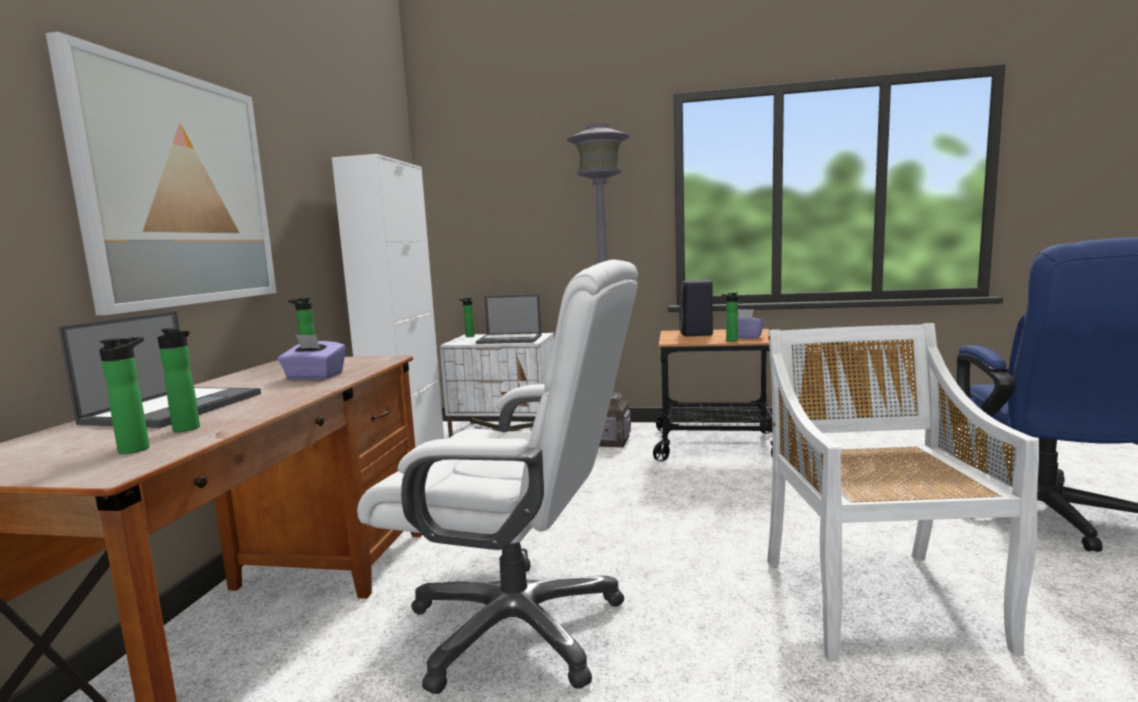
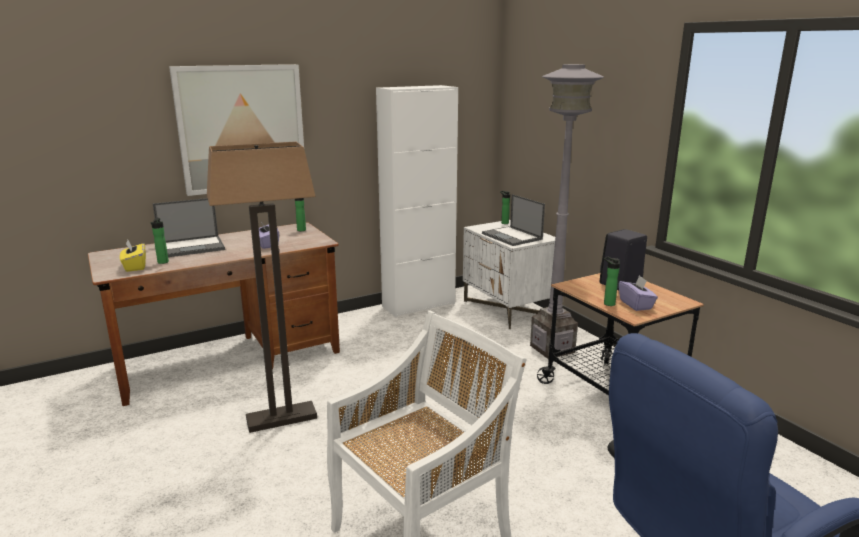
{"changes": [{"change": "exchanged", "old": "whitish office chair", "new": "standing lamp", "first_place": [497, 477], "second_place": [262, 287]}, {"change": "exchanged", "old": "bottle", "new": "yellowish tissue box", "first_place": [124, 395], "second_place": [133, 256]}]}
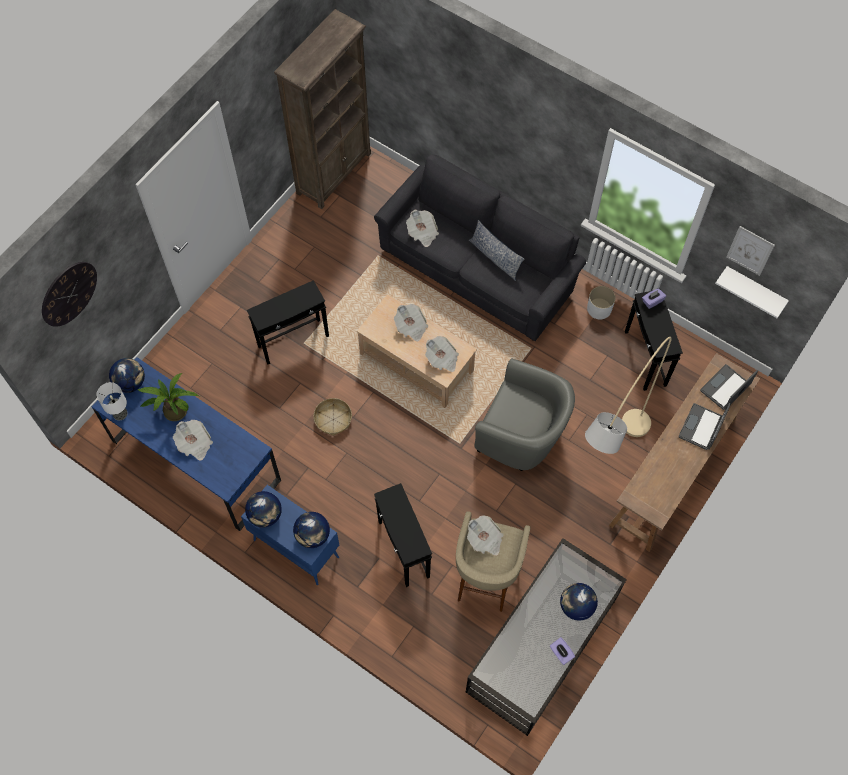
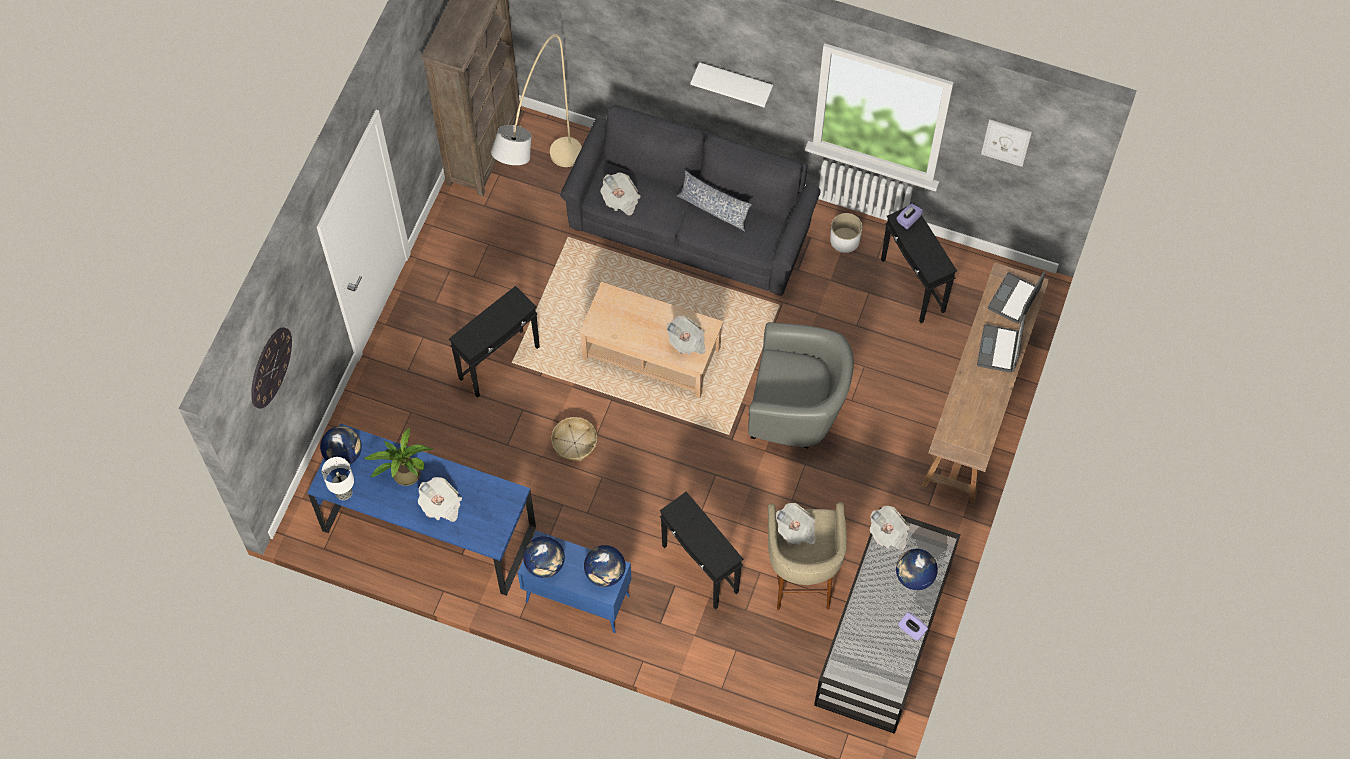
{"changes": [{"change": "relocated", "old": "whitish shelf", "first_place": [752, 292], "second_place": [731, 84]}, {"change": "relocated", "old": "printed paper", "first_place": [411, 323], "second_place": [890, 528]}, {"change": "relocated", "old": "sand-coloured standing lamp", "first_place": [628, 395], "second_place": [536, 100]}]}
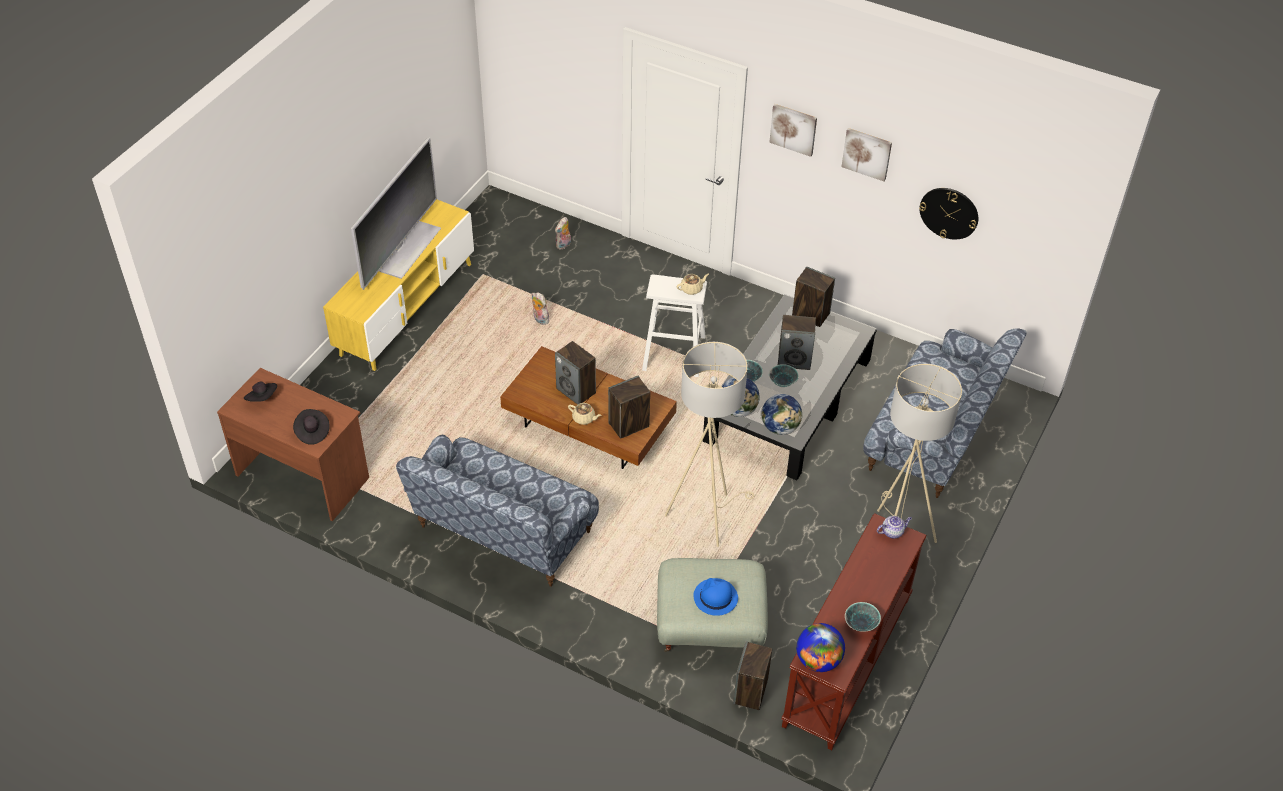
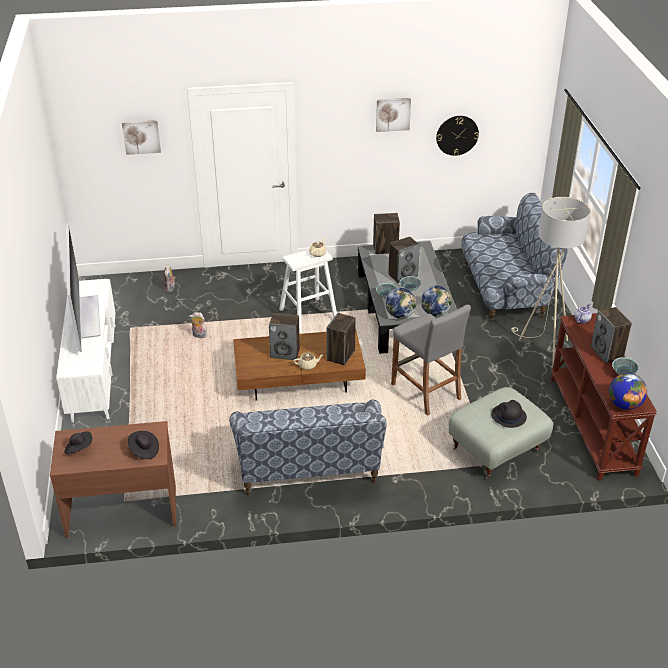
{"changes": [{"change": "relocated", "old": "picture", "first_place": [793, 130], "second_place": [141, 137]}, {"change": "colour", "old": "yellowish tv stand", "new": "whitish tv stand", "first_place": [398, 285], "second_place": [86, 350]}, {"change": "exchanged", "old": "sand-coloured standing lamp", "new": "gray stool seat", "first_place": [709, 444], "second_place": [431, 360]}, {"change": "colour", "old": "bluish clothing hat", "new": "black-coloured clothing hat", "first_place": [715, 597], "second_place": [509, 414]}, {"change": "relocated", "old": "loudspeaker", "first_place": [752, 675], "second_place": [611, 335]}]}
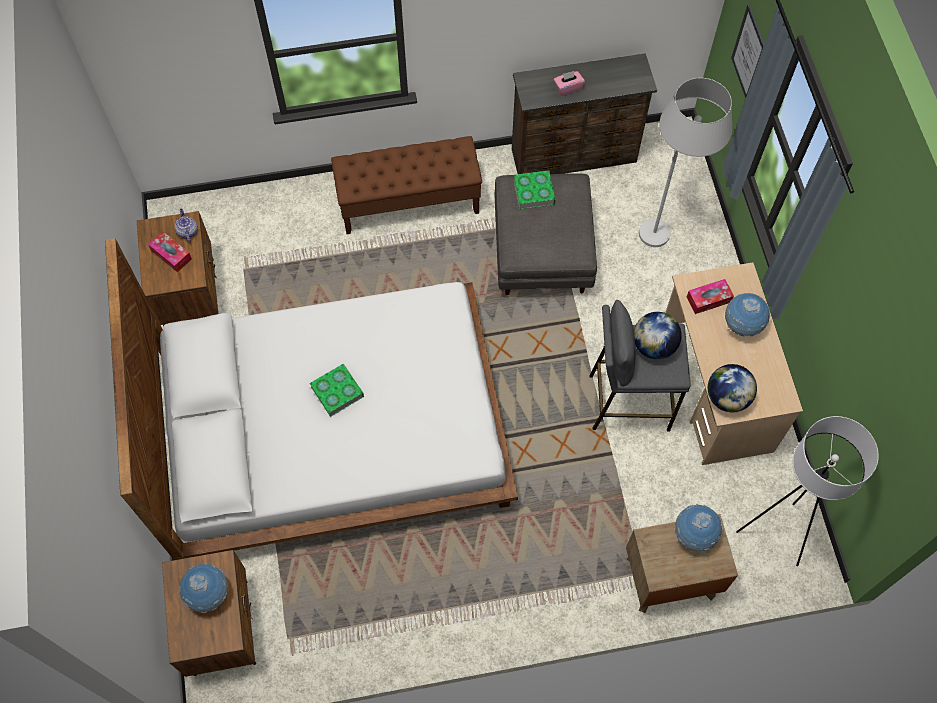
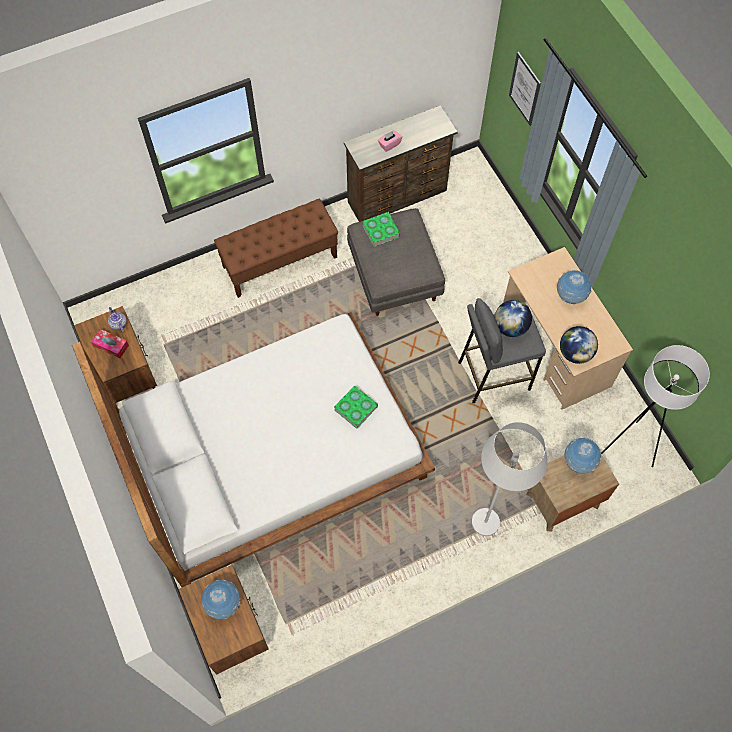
{"changes": [{"change": "relocated", "old": "whitish standing lamp", "first_place": [685, 162], "second_place": [510, 479]}, {"change": "missing", "old": "tissue box", "first_place": [710, 296]}, {"change": "relocated", "old": "bound book", "first_place": [337, 390], "second_place": [356, 407]}]}
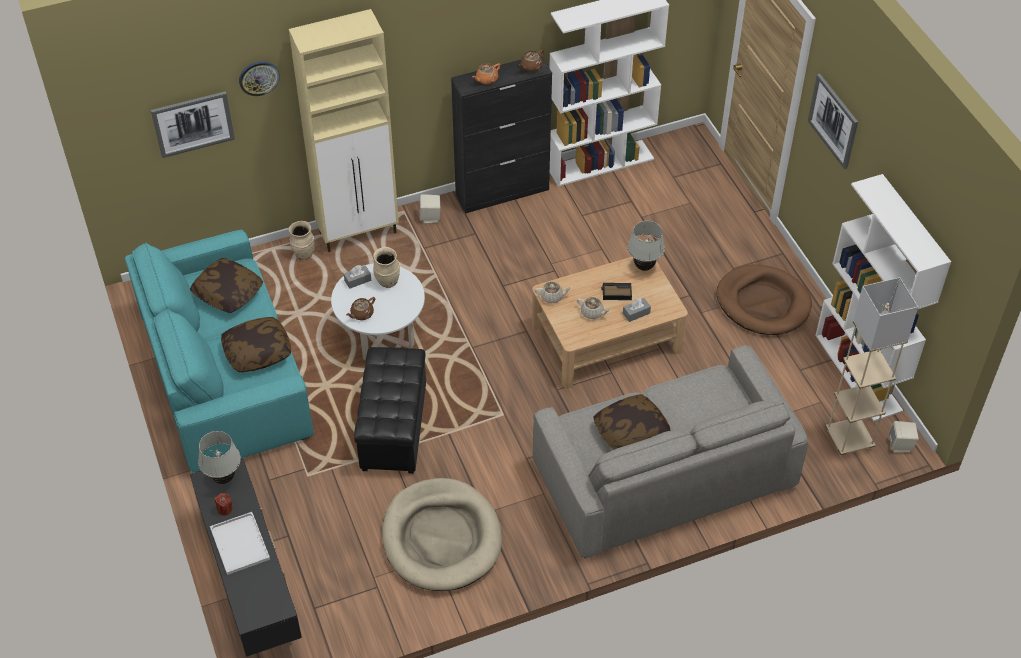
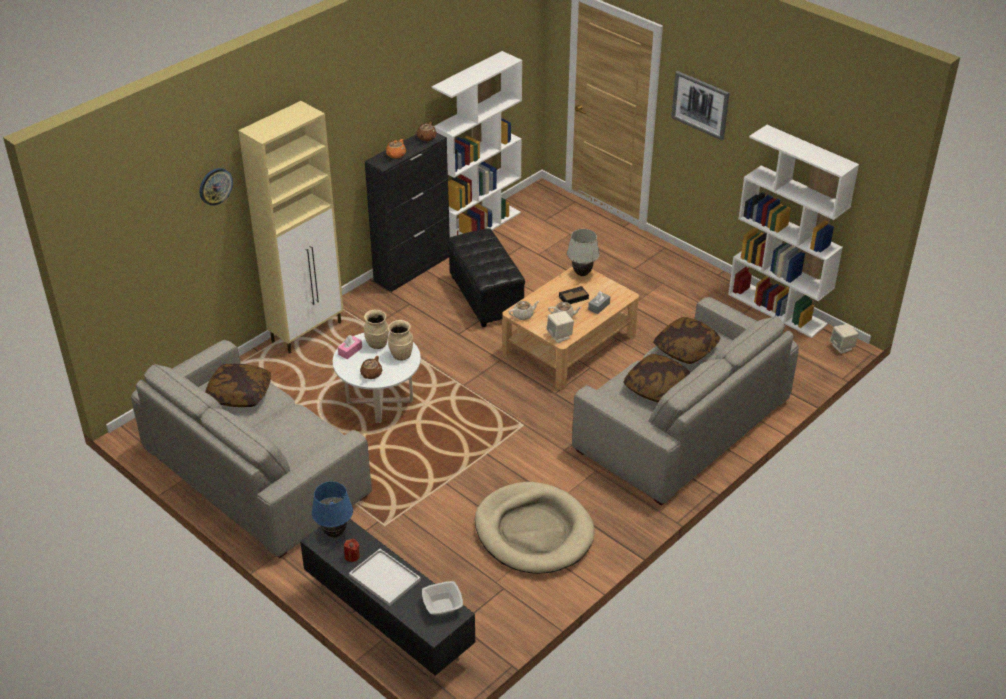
{"changes": [{"change": "missing", "old": "picture", "first_place": [193, 124]}, {"change": "relocated", "old": "sand-coloured loudspeaker", "first_place": [429, 208], "second_place": [560, 327]}, {"change": "relocated", "old": "sand-coloured flower vase", "first_place": [302, 240], "second_place": [400, 340]}, {"change": "colour", "old": "turquoise couch", "new": "gray couch", "first_place": [219, 351], "second_place": [251, 449]}, {"change": "colour", "old": "gray tissue box", "new": "pink-coloured tissue box", "first_place": [357, 277], "second_place": [350, 347]}, {"change": "missing", "old": "brown-coloured pet bed", "first_place": [764, 300]}, {"change": "missing", "old": "sand-coloured standing lamp", "first_place": [871, 367]}, {"change": "relocated", "old": "throw pillow", "first_place": [256, 344], "second_place": [686, 340]}, {"change": "relocated", "old": "black-coloured footrest", "first_place": [390, 410], "second_place": [486, 278]}, {"change": "colour", "old": "whitish tabletop lamp", "new": "bluish tabletop lamp", "first_place": [219, 457], "second_place": [332, 509]}, {"change": "appeared", "new": "bowl", "second_place": [442, 598]}]}
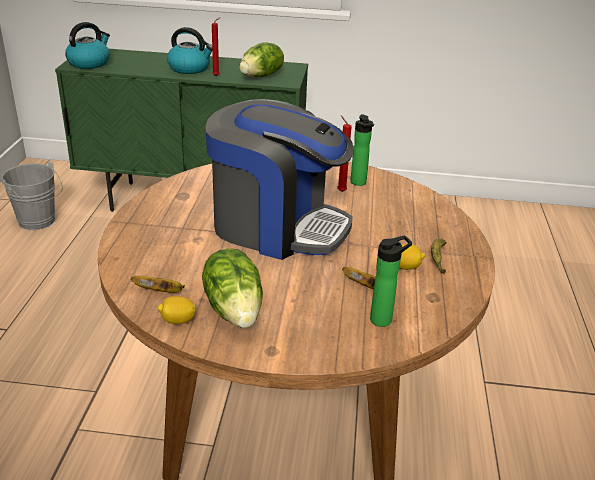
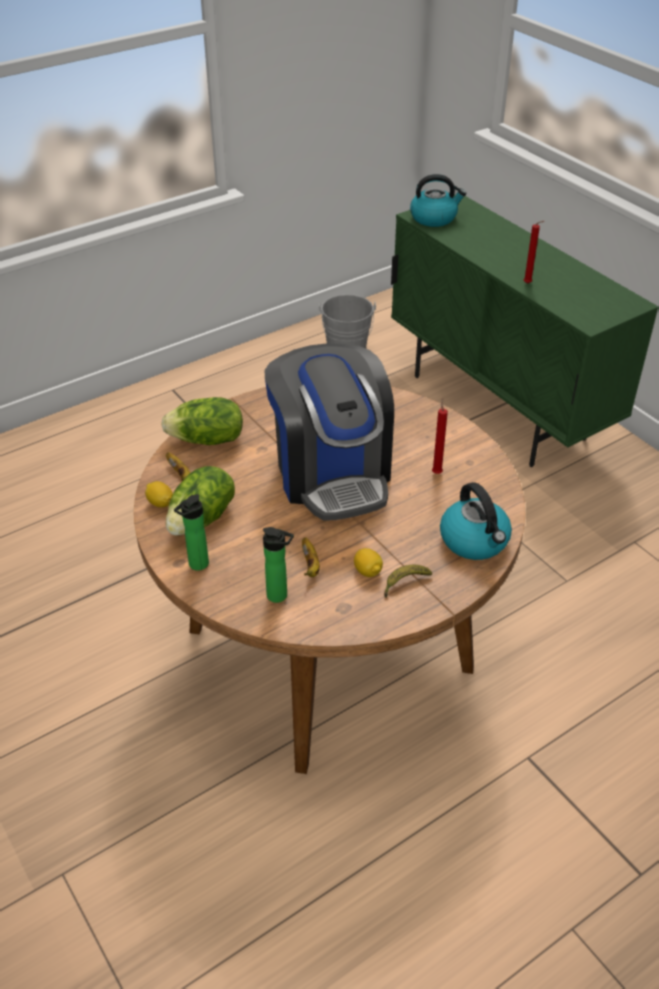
{"changes": [{"change": "relocated", "old": "water kettle", "first_place": [189, 50], "second_place": [476, 521]}, {"change": "relocated", "old": "lettuce", "first_place": [262, 59], "second_place": [202, 421]}, {"change": "relocated", "old": "bottle", "first_place": [362, 150], "second_place": [191, 532]}]}
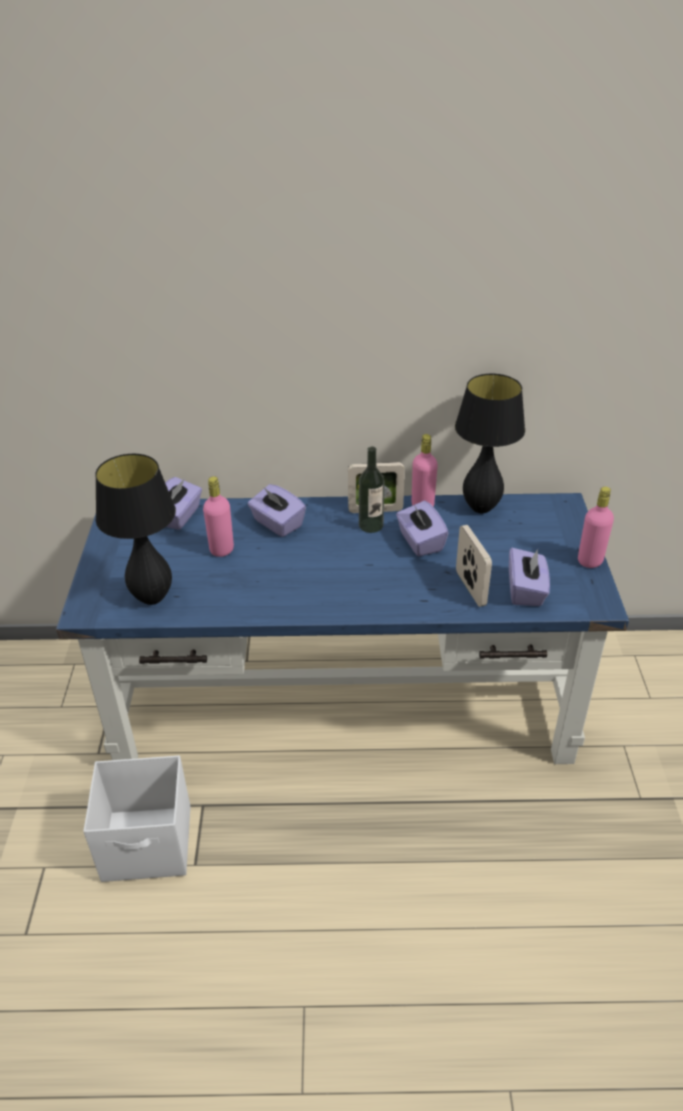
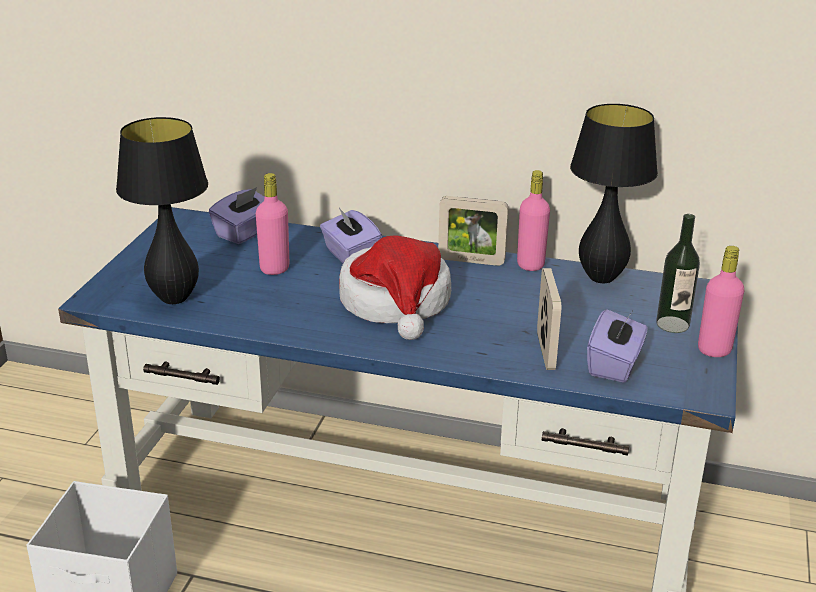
{"changes": [{"change": "relocated", "old": "bottle", "first_place": [372, 490], "second_place": [678, 273]}, {"change": "missing", "old": "purple-coloured tissue box", "first_place": [422, 529]}, {"change": "appeared", "new": "clothing hat", "second_place": [395, 288]}]}
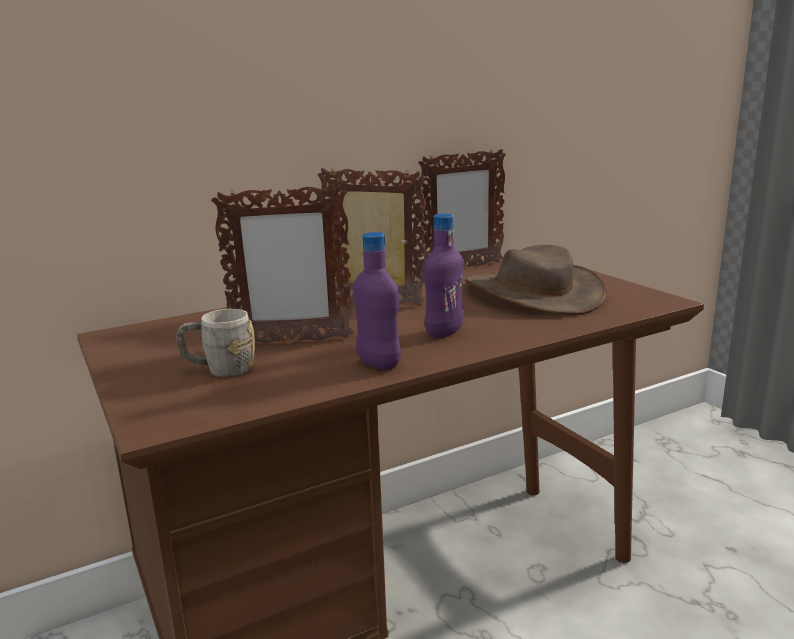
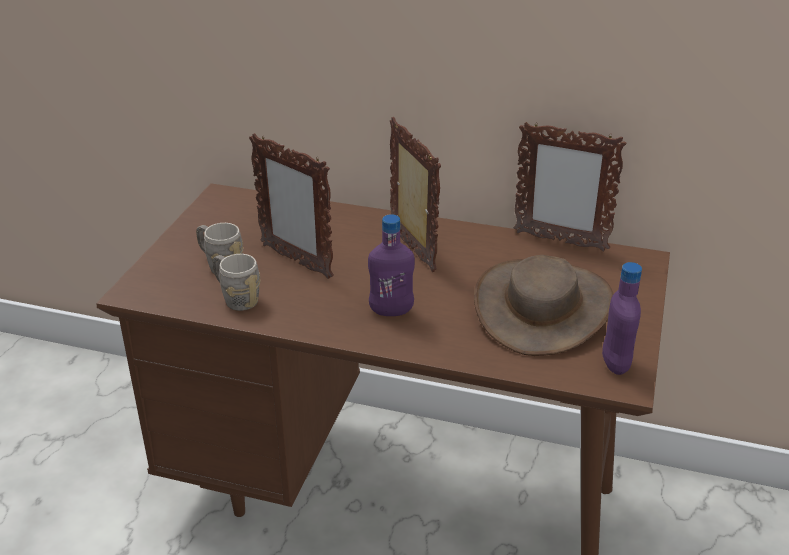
{"changes": [{"change": "relocated", "old": "purple-coloured bottle", "first_place": [377, 301], "second_place": [622, 318]}, {"change": "appeared", "new": "gray mug", "second_place": [236, 282]}]}
